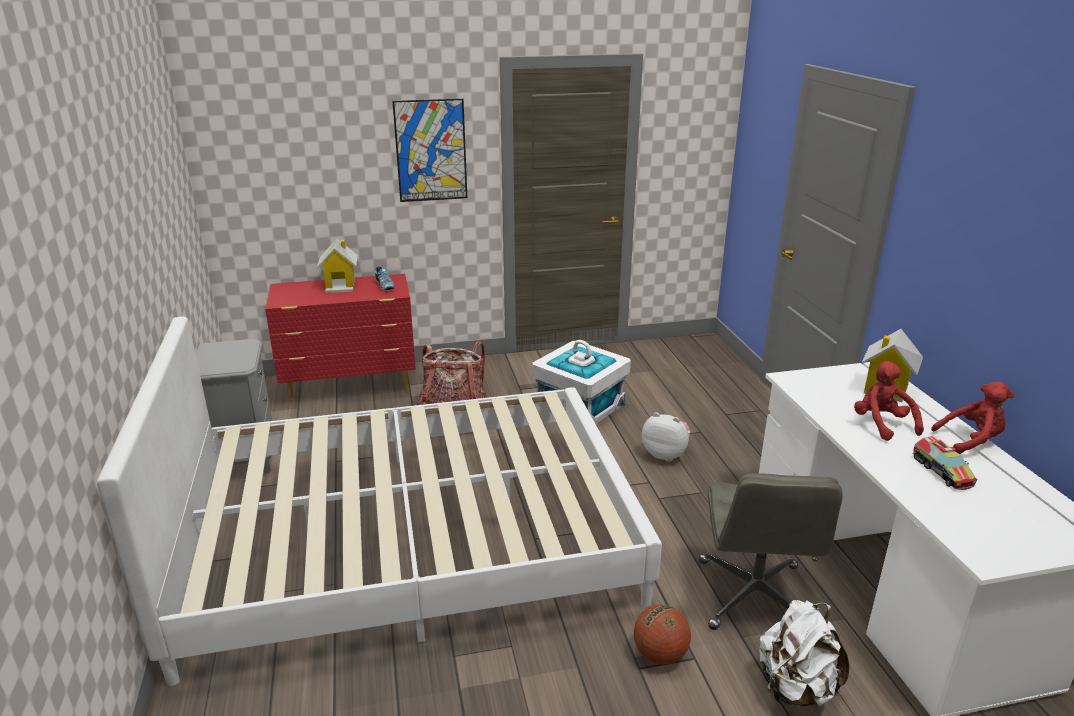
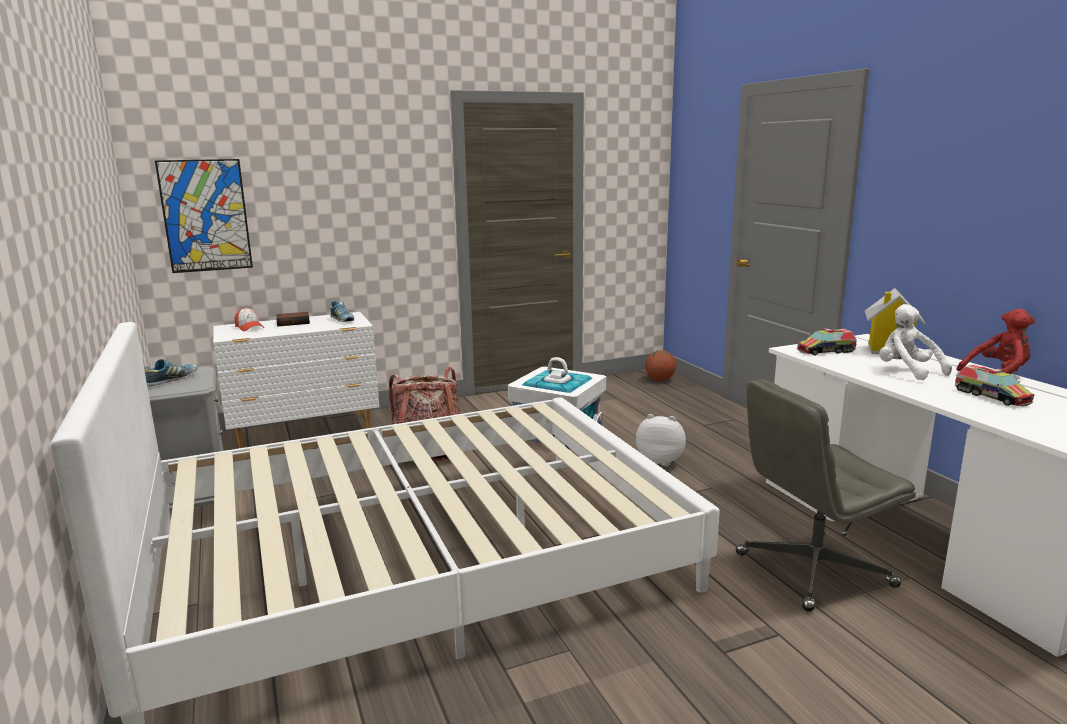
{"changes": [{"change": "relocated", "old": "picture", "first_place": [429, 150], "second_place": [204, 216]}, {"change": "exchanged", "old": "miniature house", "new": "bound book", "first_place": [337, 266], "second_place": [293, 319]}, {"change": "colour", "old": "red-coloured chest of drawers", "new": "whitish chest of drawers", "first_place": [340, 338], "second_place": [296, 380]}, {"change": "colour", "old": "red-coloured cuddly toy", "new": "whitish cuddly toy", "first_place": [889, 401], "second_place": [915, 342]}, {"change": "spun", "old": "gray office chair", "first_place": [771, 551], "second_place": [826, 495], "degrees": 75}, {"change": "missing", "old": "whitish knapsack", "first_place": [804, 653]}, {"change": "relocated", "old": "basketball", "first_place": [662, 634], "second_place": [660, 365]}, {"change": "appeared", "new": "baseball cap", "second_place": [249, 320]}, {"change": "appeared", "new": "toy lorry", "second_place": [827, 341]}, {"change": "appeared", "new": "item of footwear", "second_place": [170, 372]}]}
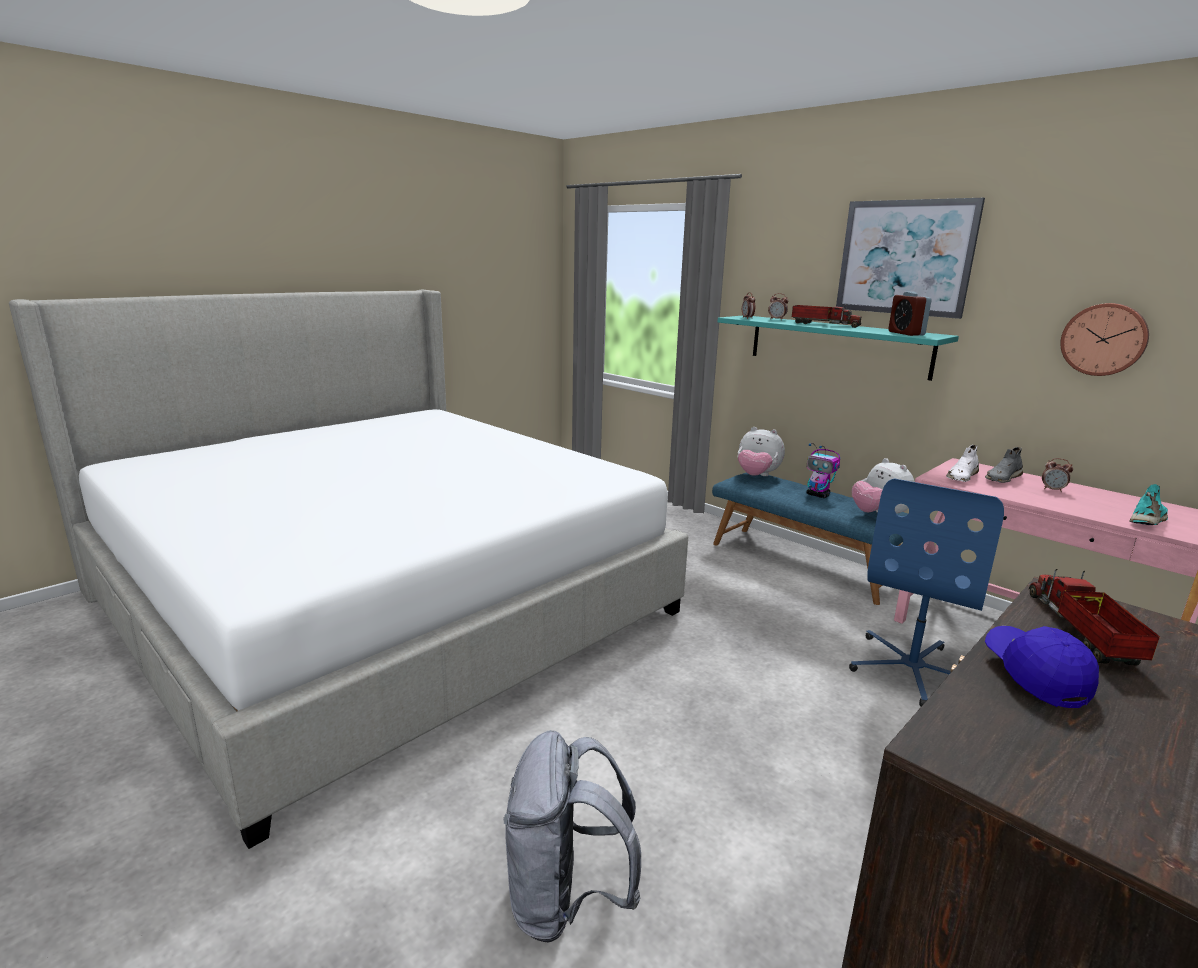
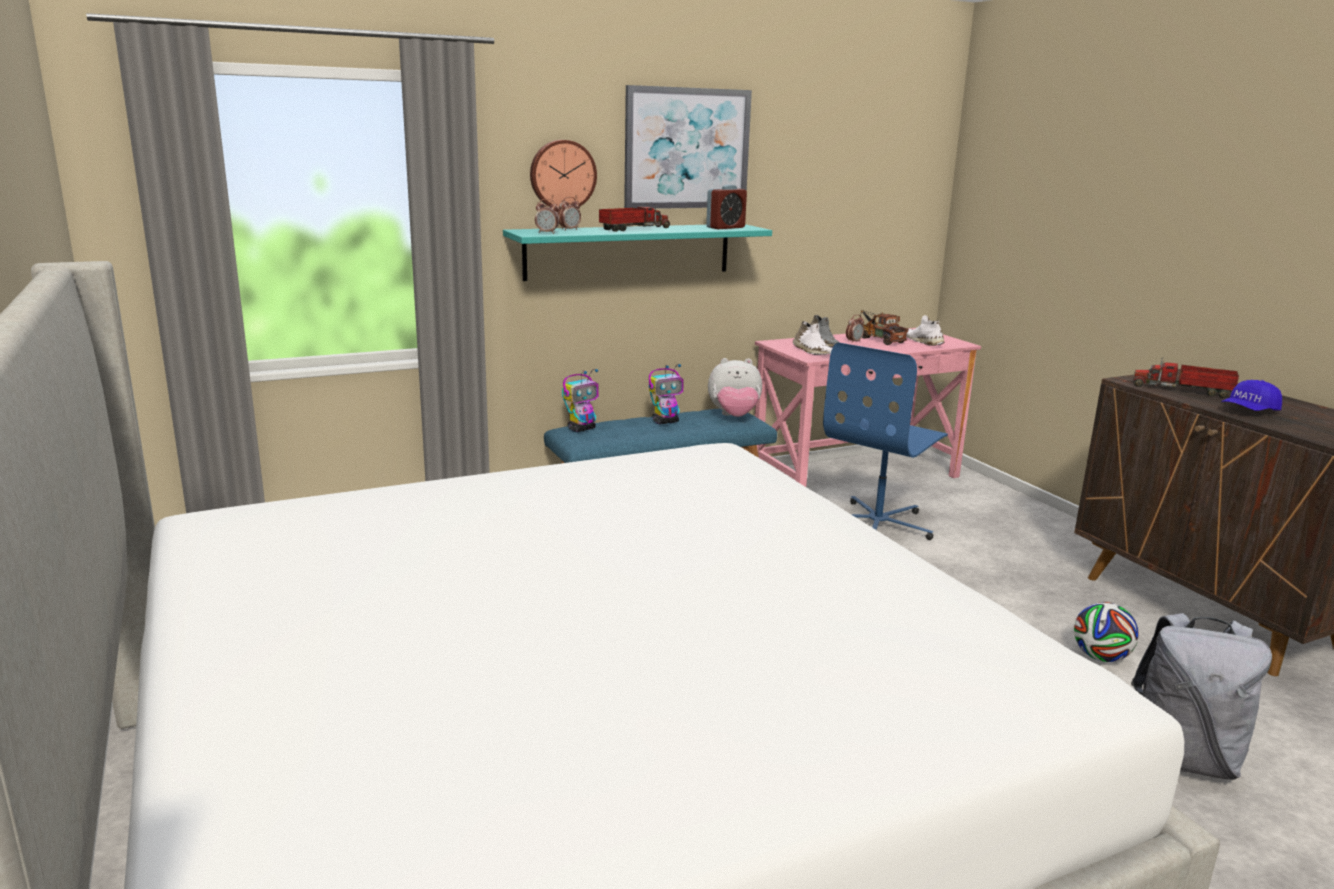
{"changes": [{"change": "spun", "old": "alarm clock", "first_place": [910, 314], "second_place": [726, 207], "degrees": -45}, {"change": "relocated", "old": "clock on the wall", "first_place": [1104, 339], "second_place": [563, 175]}, {"change": "exchanged", "old": "cuddly toy", "new": "toy robot", "first_place": [761, 451], "second_place": [580, 400]}, {"change": "spun", "old": "bluish office chair", "first_place": [926, 592], "second_place": [885, 441], "degrees": 75}, {"change": "colour", "old": "turquoise item of footwear", "new": "whitish item of footwear", "first_place": [1148, 504], "second_place": [925, 330]}, {"change": "spun", "old": "bluish baseball cap", "first_place": [1042, 667], "second_place": [1251, 395], "degrees": -45}, {"change": "appeared", "new": "toy lorry", "second_place": [884, 327]}, {"change": "appeared", "new": "ball for football", "second_place": [1106, 632]}]}
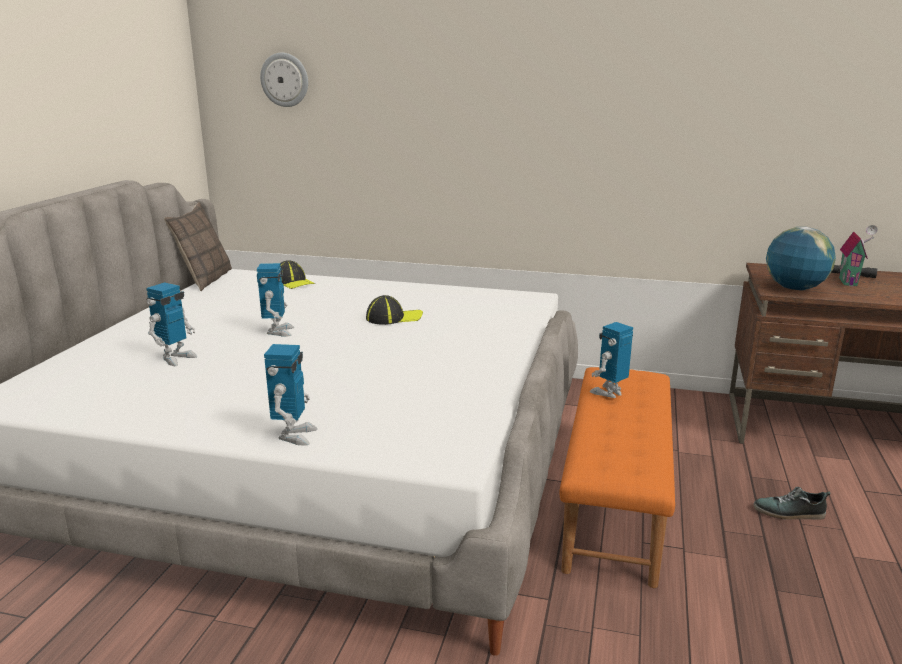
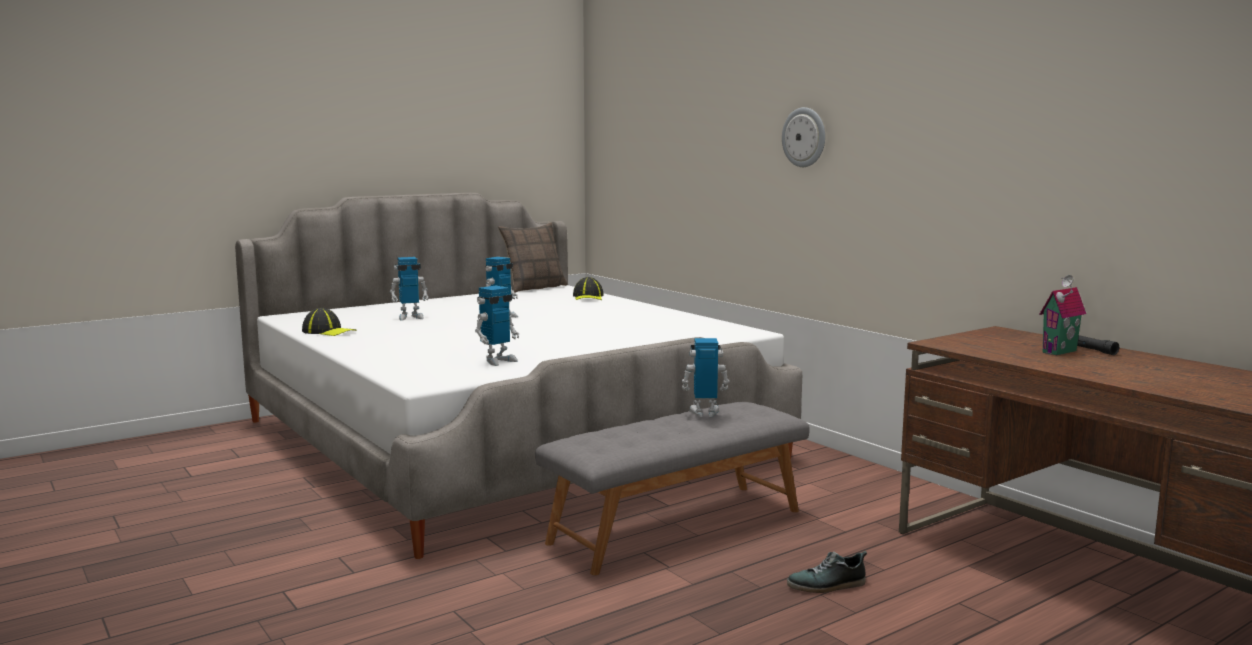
{"changes": [{"change": "relocated", "old": "clock on the wall", "first_place": [284, 80], "second_place": [803, 137]}, {"change": "missing", "old": "world globe", "first_place": [801, 258]}, {"change": "relocated", "old": "baseball cap", "first_place": [394, 310], "second_place": [329, 322]}, {"change": "relocated", "old": "toy robot", "first_place": [291, 395], "second_place": [497, 326]}, {"change": "colour", "old": "orange bench", "new": "gray bench", "first_place": [617, 477], "second_place": [672, 488]}, {"change": "spun", "old": "item of footwear", "first_place": [792, 503], "second_place": [827, 572], "degrees": -60}]}
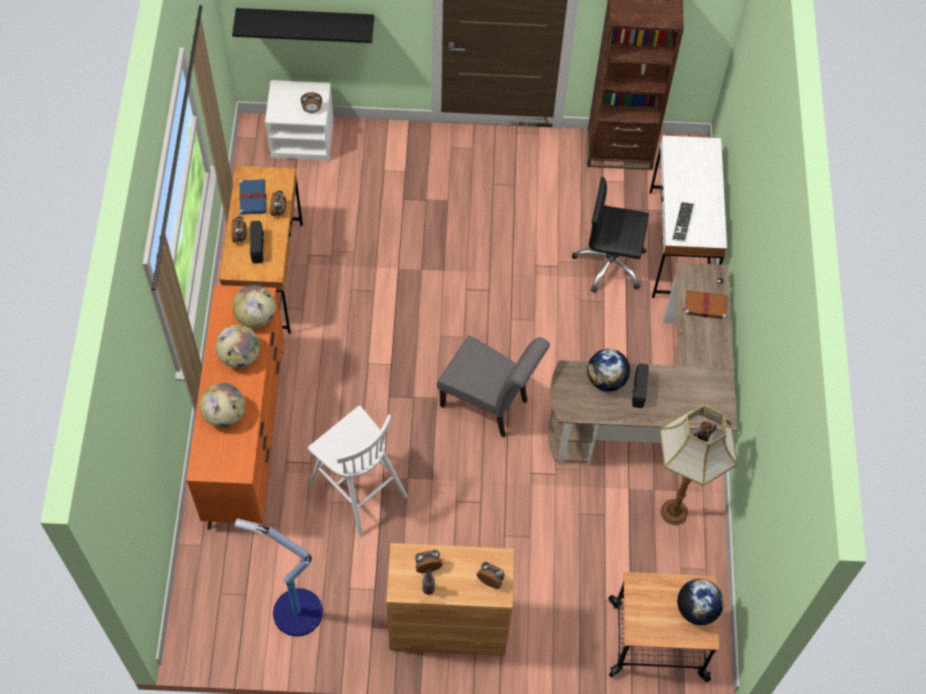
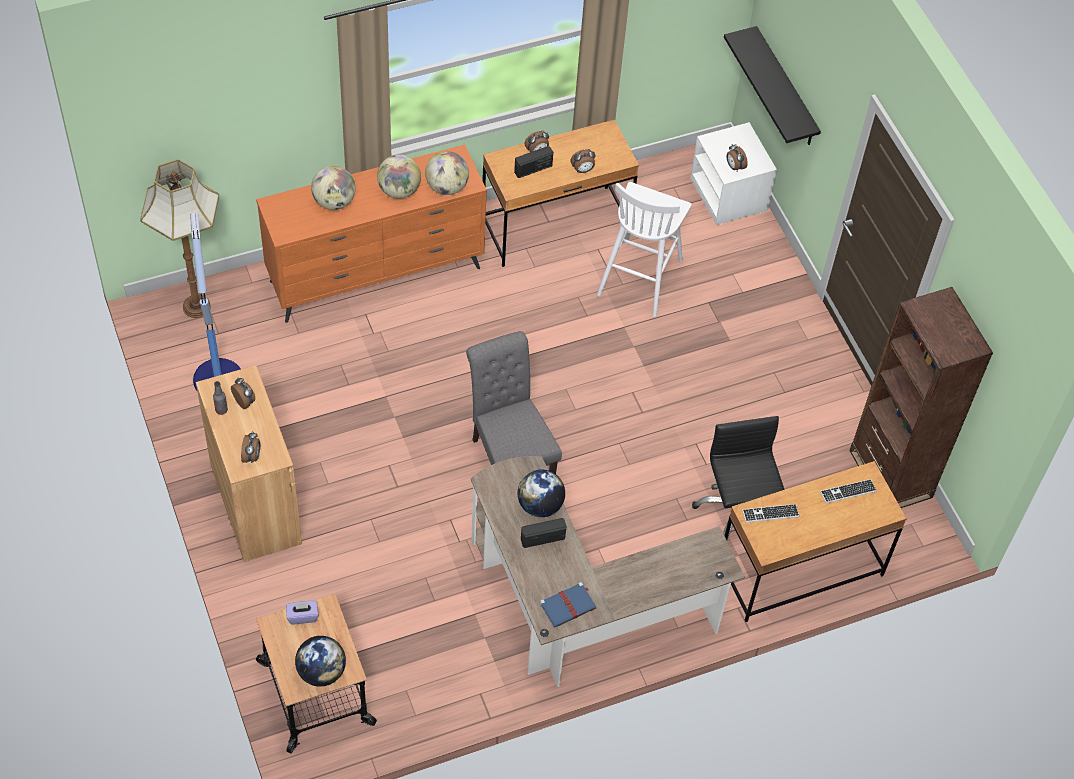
{"changes": [{"change": "colour", "old": "whitish desk table", "new": "brown-coloured desk table", "first_place": [688, 216], "second_place": [815, 541]}, {"change": "relocated", "old": "bluish bound book", "first_place": [252, 197], "second_place": [568, 605]}, {"change": "missing", "old": "brown-coloured bound book", "first_place": [704, 305]}, {"change": "spun", "old": "gray chair", "first_place": [493, 386], "second_place": [514, 402], "degrees": 150}, {"change": "relocated", "old": "standing lamp", "first_place": [698, 465], "second_place": [179, 238]}, {"change": "relocated", "old": "whitish stool seat", "first_place": [358, 471], "second_place": [644, 249]}, {"change": "appeared", "new": "PC keyboard", "second_place": [848, 491]}, {"change": "appeared", "new": "purple-coloured tissue box", "second_place": [302, 612]}]}
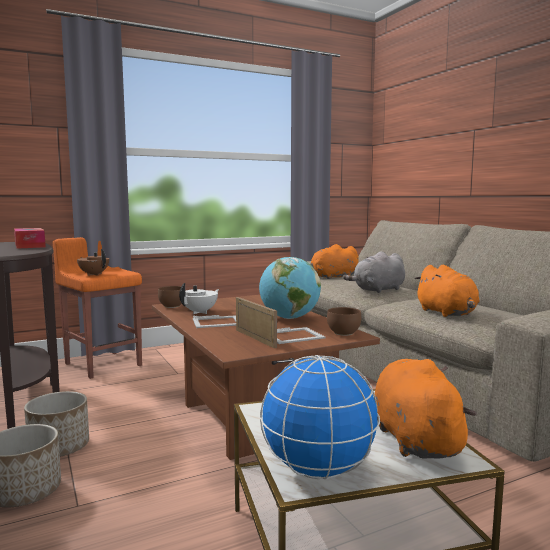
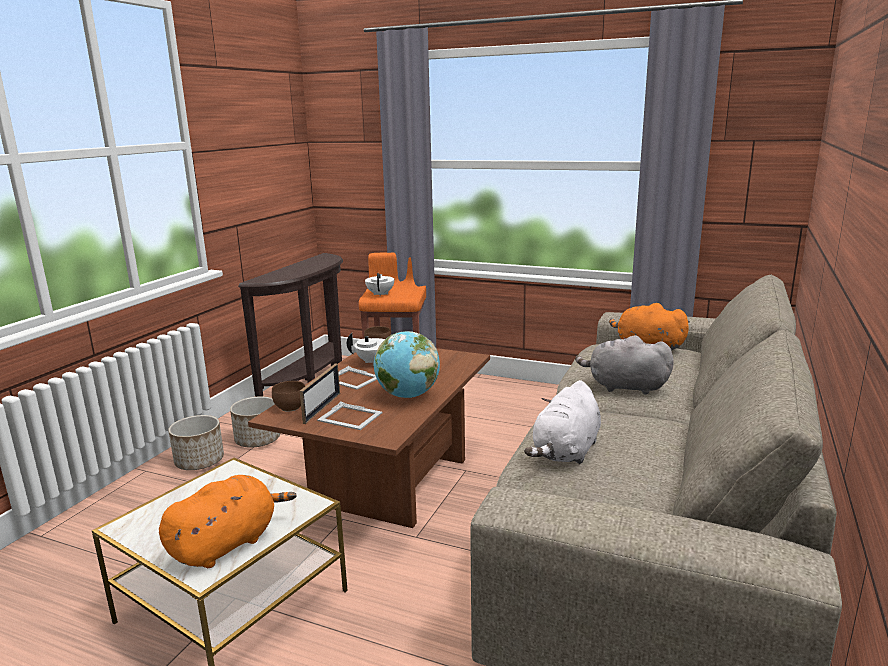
{"changes": [{"change": "missing", "old": "tissue box", "first_place": [30, 238]}, {"change": "colour", "old": "brown-coloured teapot", "new": "whitish teapot", "first_place": [93, 262], "second_place": [379, 284]}, {"change": "colour", "old": "orange cuddly toy", "new": "whitish cuddly toy", "first_place": [447, 291], "second_place": [562, 422]}, {"change": "relocated", "old": "brown-coloured bowl", "first_place": [344, 321], "second_place": [288, 396]}, {"change": "missing", "old": "world globe", "first_place": [320, 417]}]}
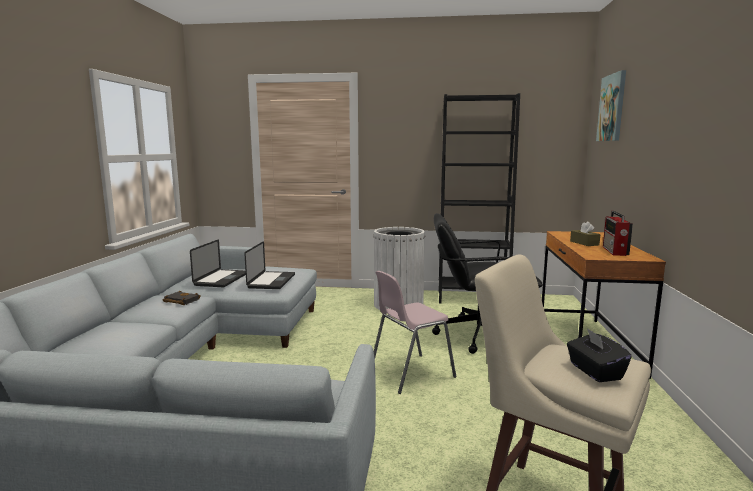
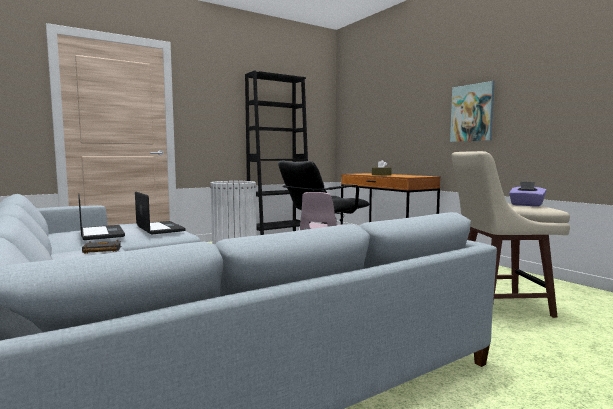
{"changes": [{"change": "relocated", "old": "picture", "first_place": [611, 105], "second_place": [472, 111]}, {"change": "missing", "old": "radio", "first_place": [618, 233]}, {"change": "colour", "old": "black-coloured tissue box", "new": "purple-coloured tissue box", "first_place": [599, 355], "second_place": [527, 194]}]}
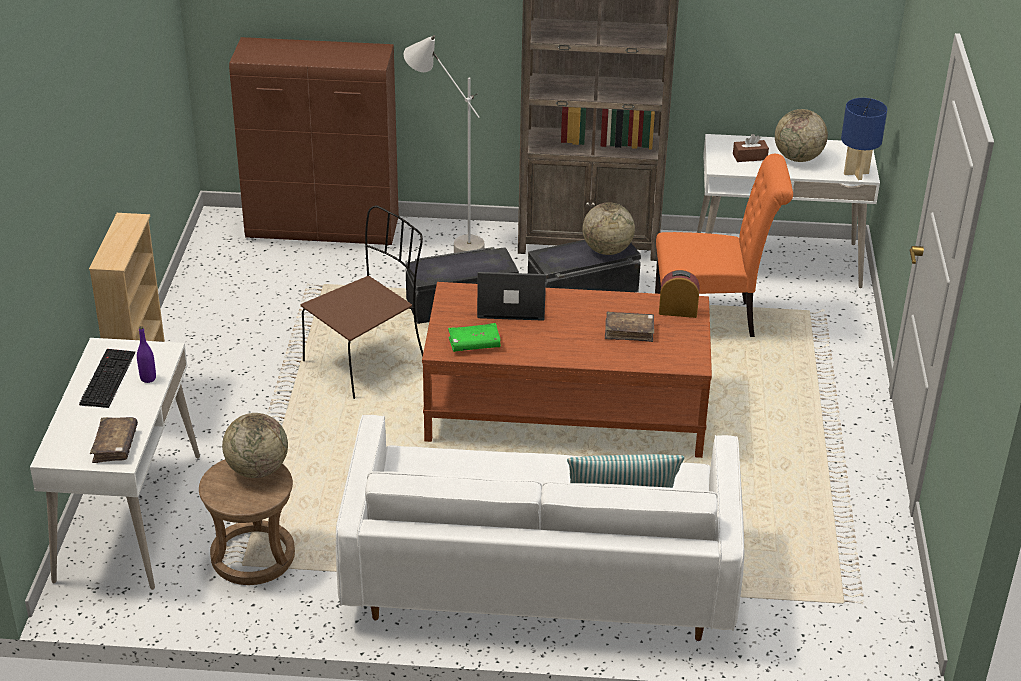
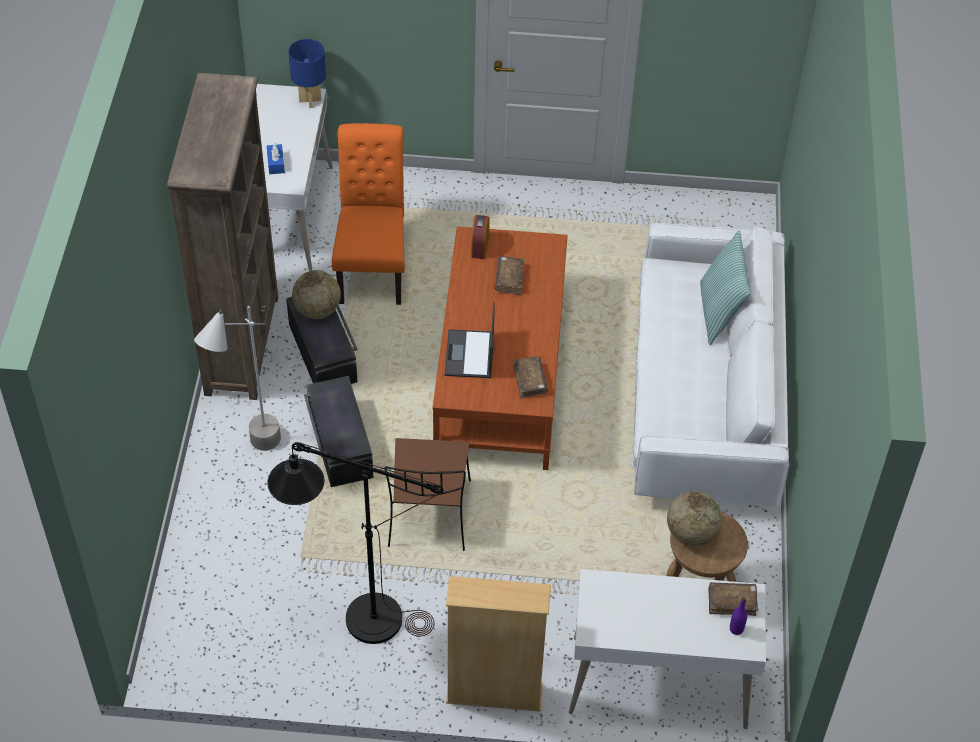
{"changes": [{"change": "missing", "old": "brown-coloured storage cabinet", "first_place": [314, 141]}, {"change": "missing", "old": "world globe", "first_place": [801, 135]}, {"change": "colour", "old": "brown-coloured tissue box", "new": "bluish tissue box", "first_place": [751, 148], "second_place": [276, 158]}, {"change": "spun", "old": "brown-coloured chair", "first_place": [362, 302], "second_place": [427, 494], "degrees": -135}, {"change": "colour", "old": "green-coloured bound book", "new": "brown-coloured bound book", "first_place": [474, 337], "second_place": [530, 377]}, {"change": "relocated", "old": "purple-coloured bottle", "first_place": [146, 354], "second_place": [738, 616]}, {"change": "missing", "old": "PC keyboard", "first_place": [107, 378]}, {"change": "appeared", "new": "black-coloured standing lamp", "second_place": [355, 543]}]}
